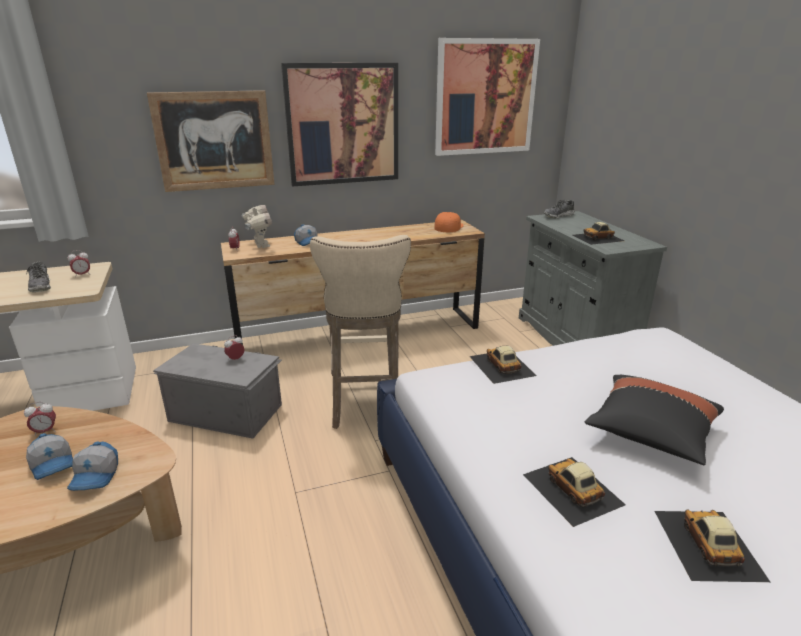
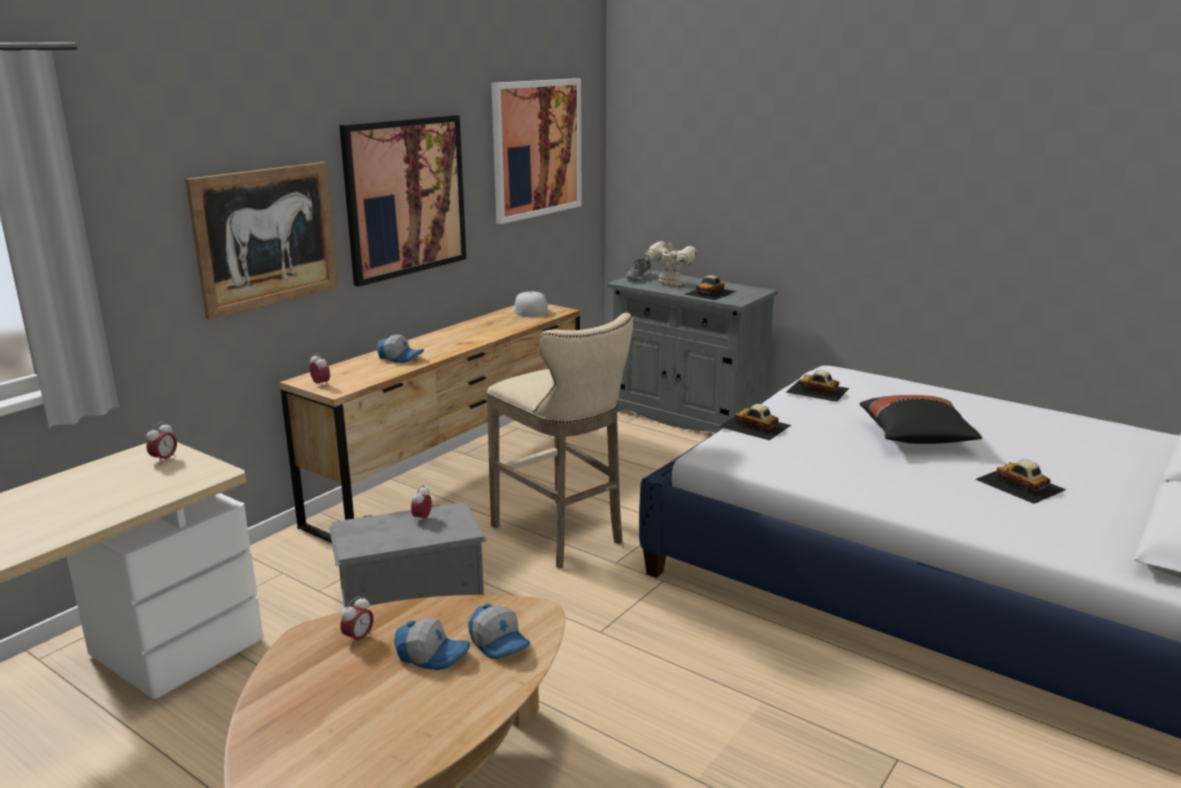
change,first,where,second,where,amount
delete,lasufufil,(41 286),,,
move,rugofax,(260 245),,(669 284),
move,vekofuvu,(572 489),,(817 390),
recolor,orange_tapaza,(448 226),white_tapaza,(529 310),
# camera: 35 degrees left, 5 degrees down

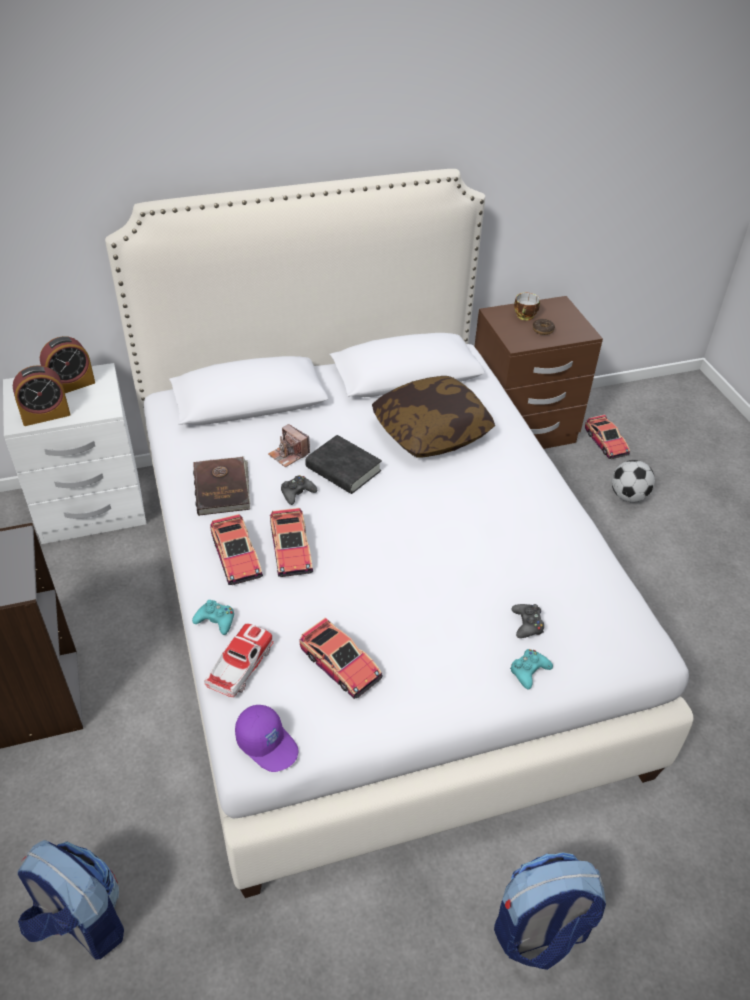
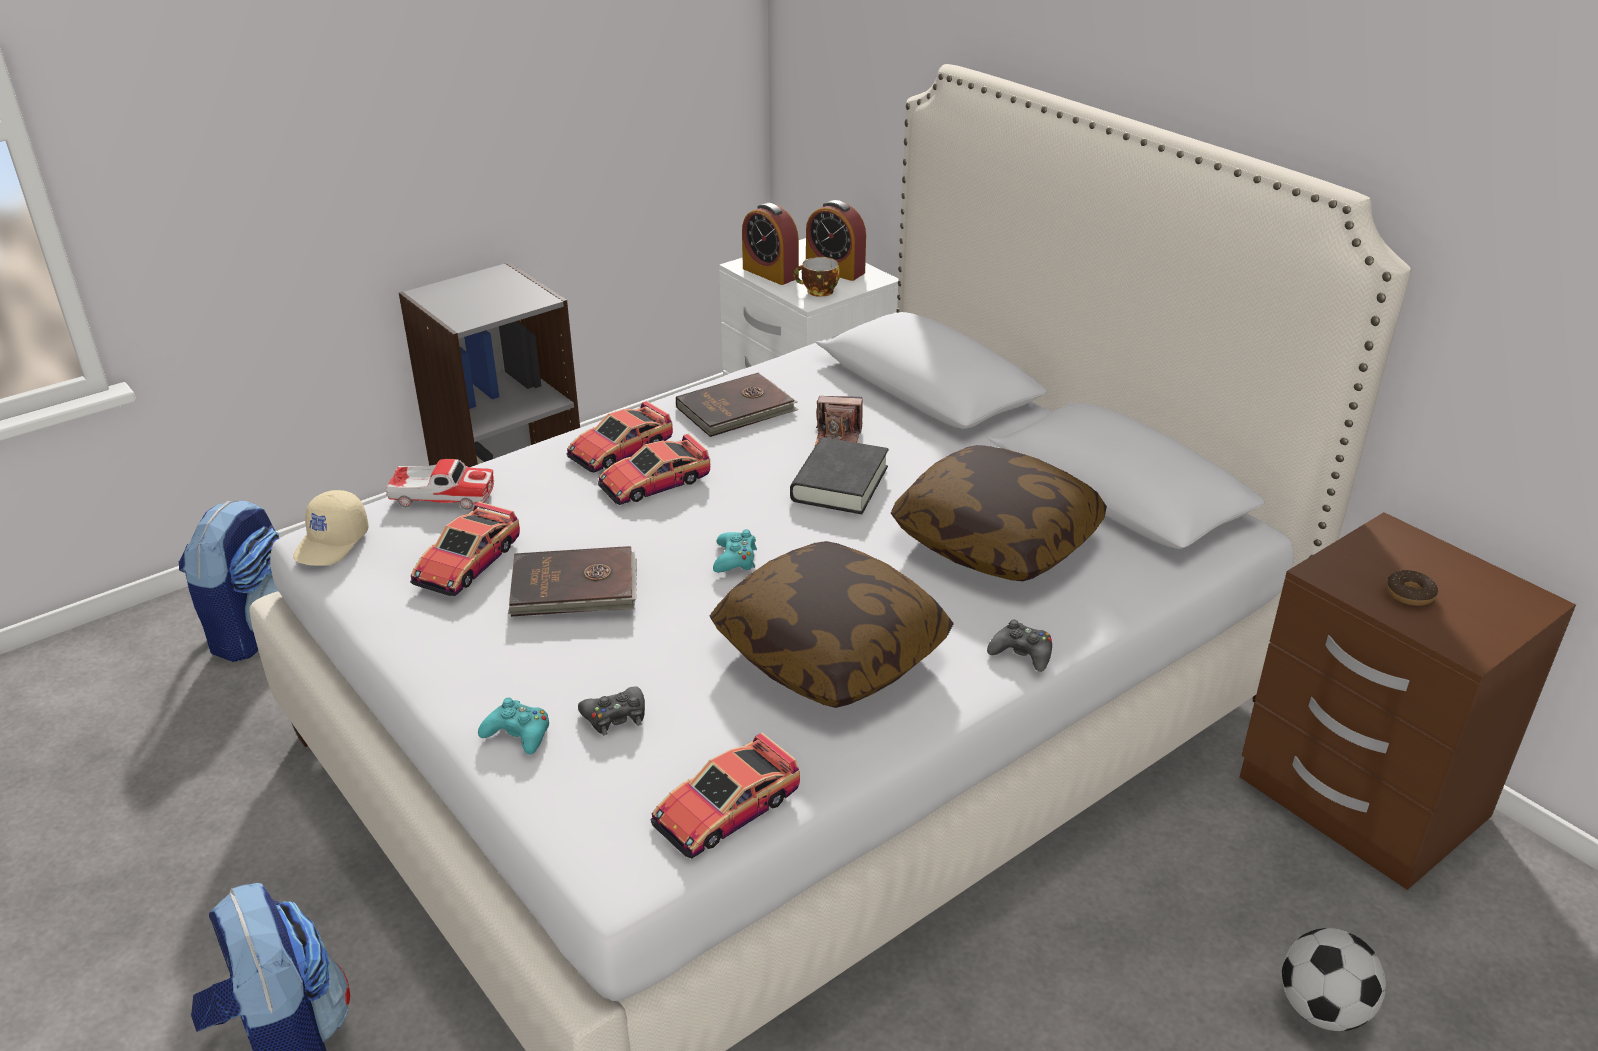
change,first,where,second,where,amount
insert,,,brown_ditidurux,(574 588),
insert,,,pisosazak,(831 652),
move,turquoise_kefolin,(216 620),,(735 559),
move,black_kefolin,(297 493),,(1022 653),
move,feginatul,(525 316),,(818 292),
move,vekofuvu,(606 442),,(725 808),
recolor,purple_tapaza,(268 743),beige_tapaza,(333 543),
rotate,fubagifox,(289 454),,(838 437),105 degrees counterclockwise
# camera: 70 degrees right, 10 degrees down

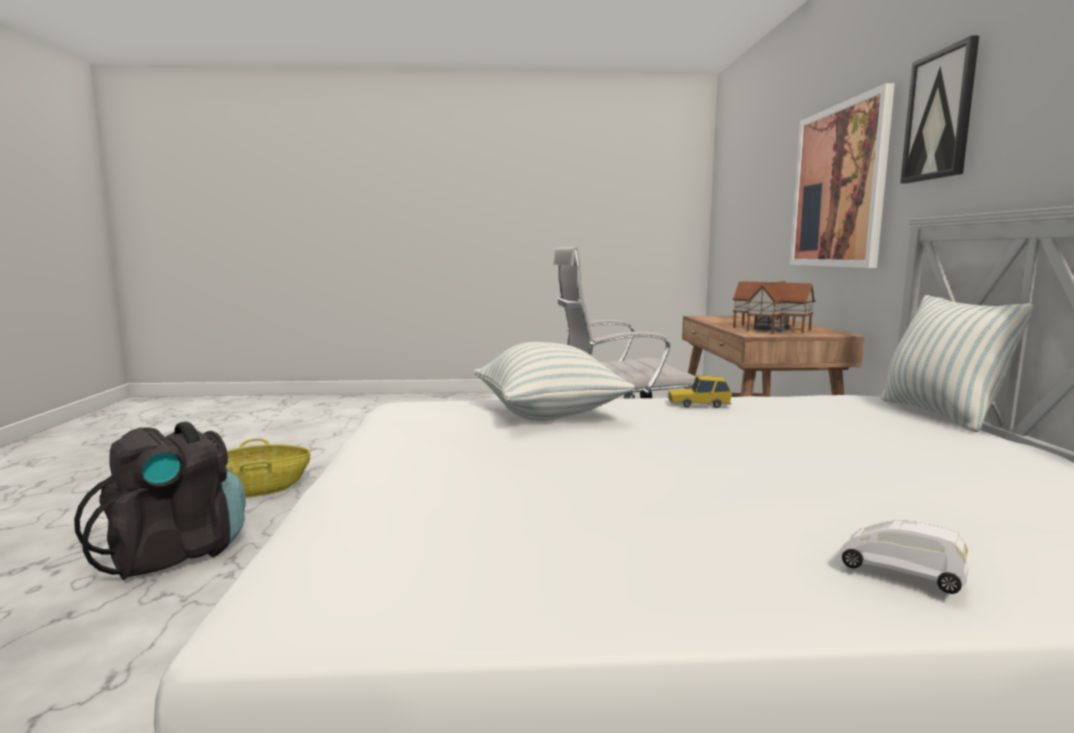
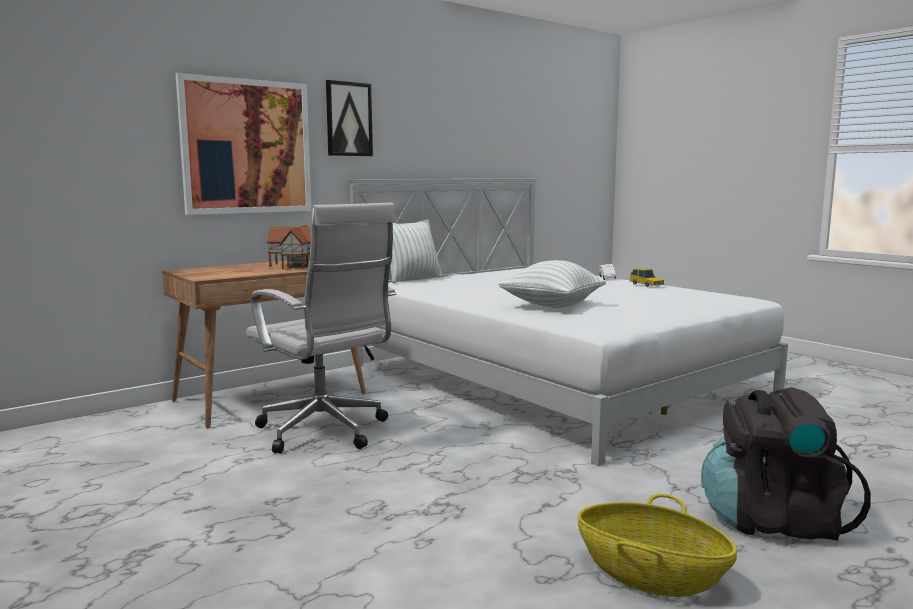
change,first,where,second,where,amount
move,vekofuvu,(698 404),,(646 285),
# camera: 125 degrees left, 0 degrees up

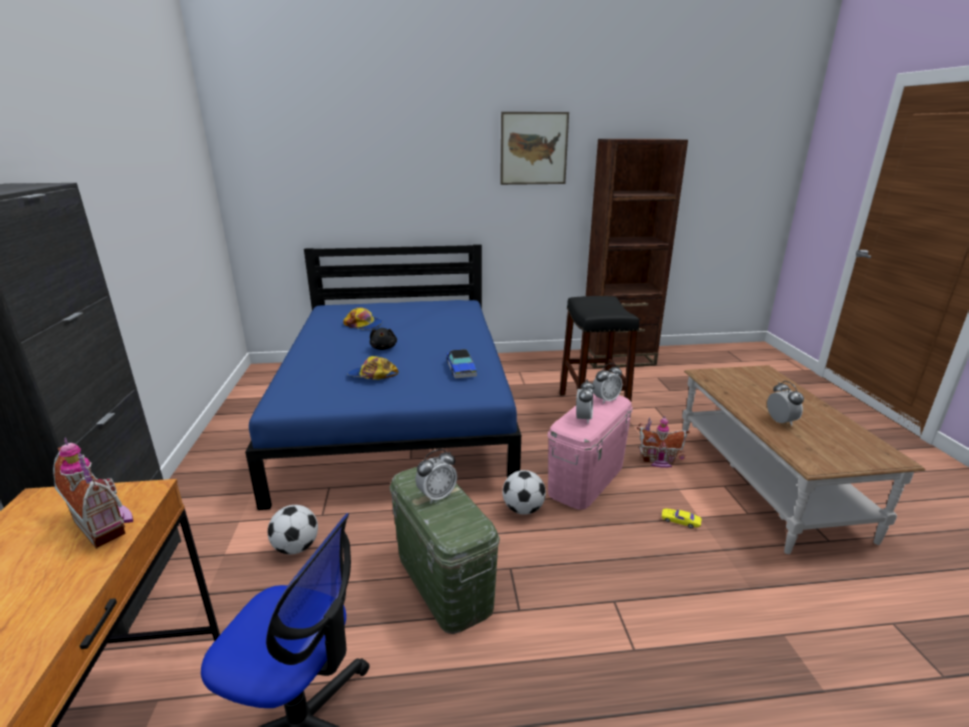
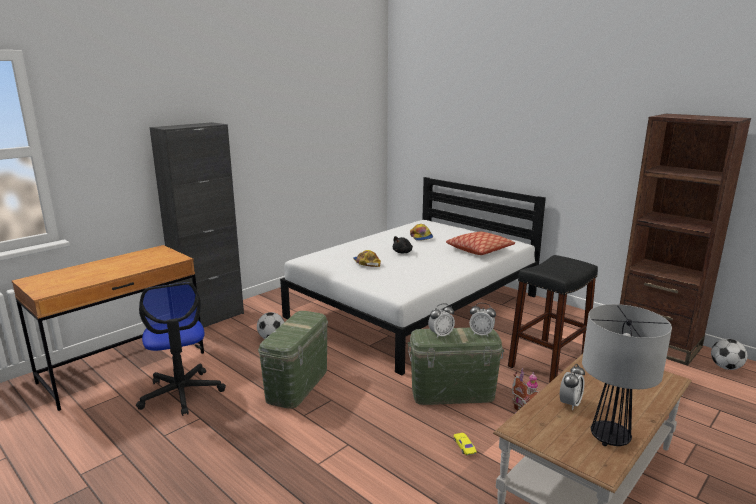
change,first,where,second,where,amount
delete,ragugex,(106 524),,,
delete,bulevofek,(437 496),,,
delete,vekofuvu,(461 369),,,
delete,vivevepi,(534 148),,,
insert,,,pisosazak,(479 250),
insert,,,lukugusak,(609 437),
move,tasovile,(523 509),,(725 367),
recolor,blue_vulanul,(398 412),white_vulanul,(415 306),
recolor,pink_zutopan,(586 479),green_zutopan,(453 393),
# camera: 50 degrees right, 5 degrees down

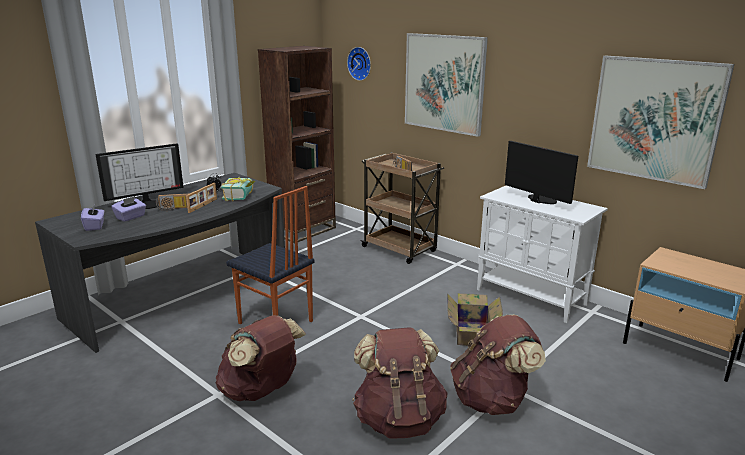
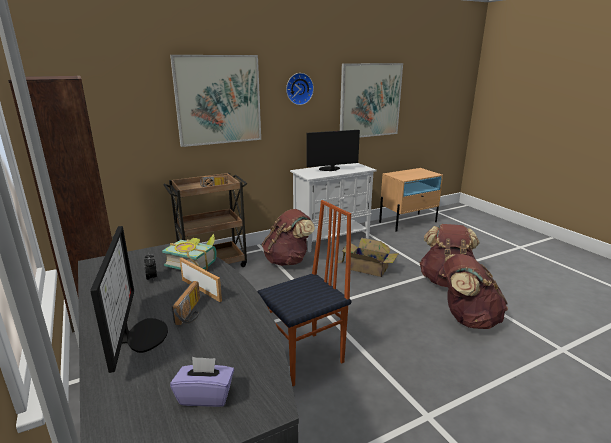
change,first,where,second,where,amount
delete,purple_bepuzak,(131 217),,,
move,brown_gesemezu,(261 391),,(288 261),
move,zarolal,(360 63),,(298 89),
# camera: 70 degrees left, 0 degrees up

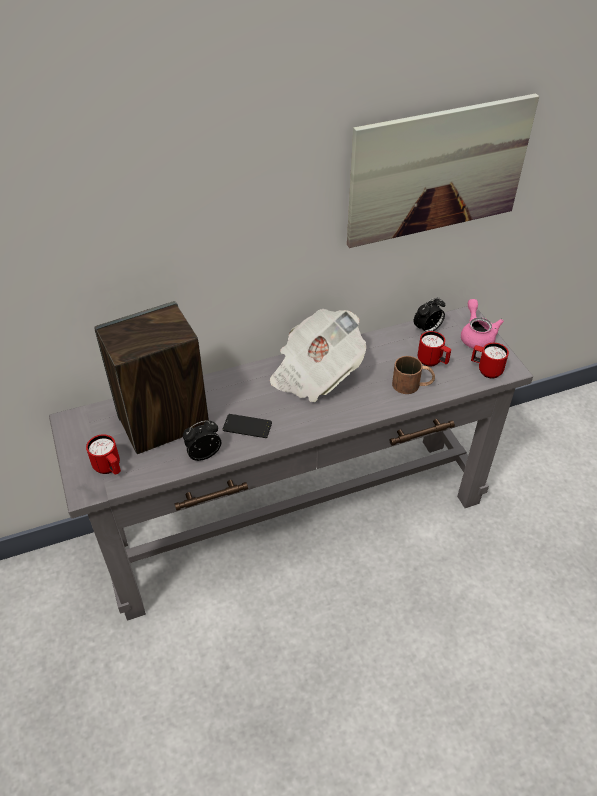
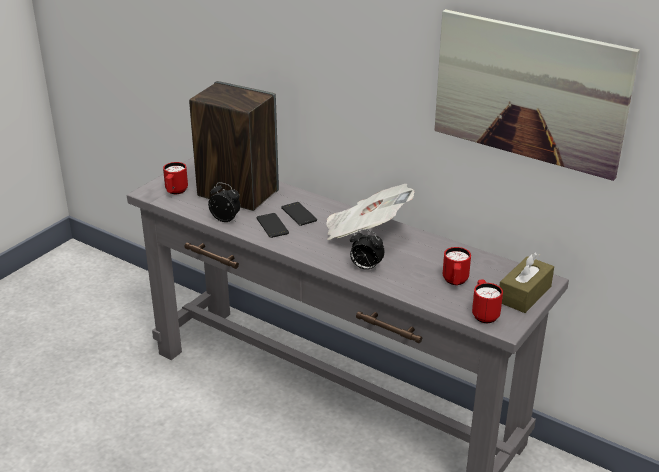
change,first,where,second,where,amount
delete,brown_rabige,(412 385),,,
insert,,,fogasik,(299 214),
move,bulevofek,(427 330),,(365 268),
replace,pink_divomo,(476 336),brown_bepuzak,(524 294),
# camera: 55 degrees right, 15 degrees down

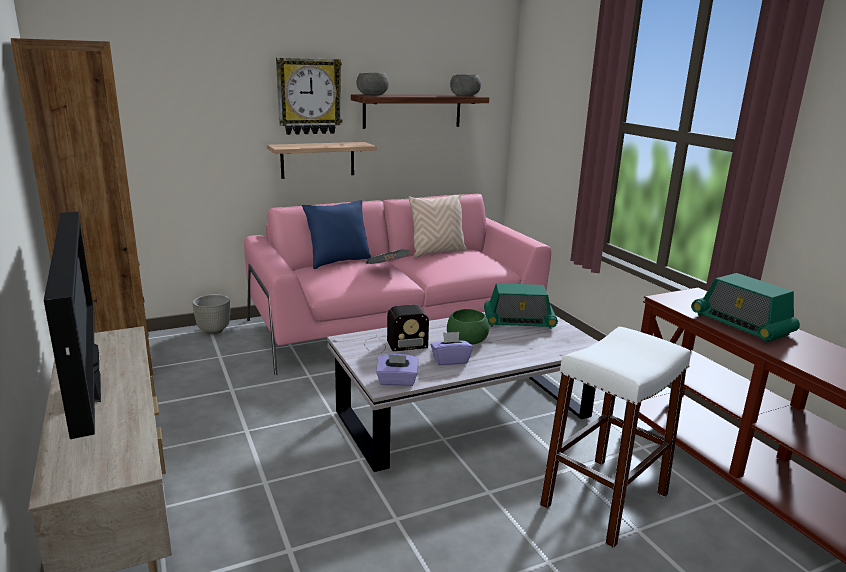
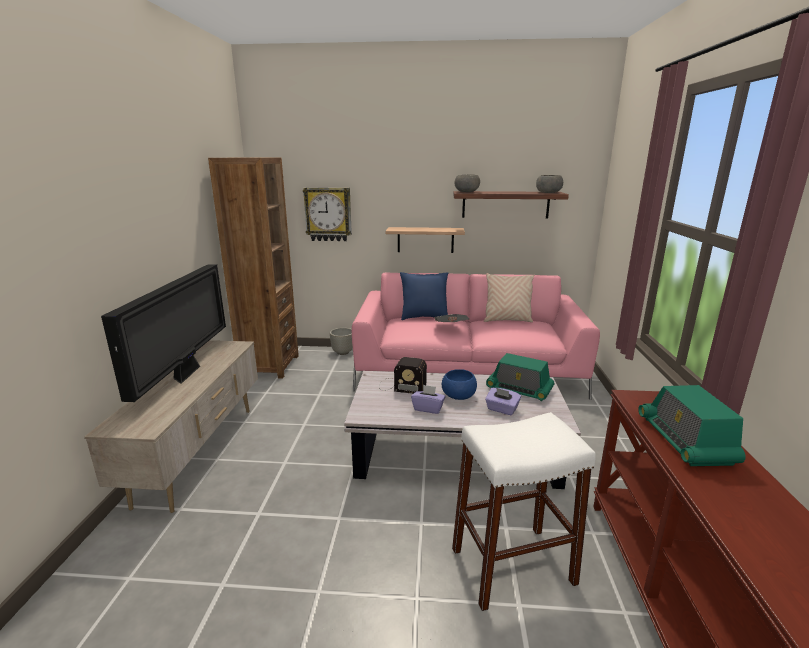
change,first,where,second,where,amount
move,zarolal,(309 96),,(328 214),
move,purple_bepuzak,(397 381),,(501 409),
recolor,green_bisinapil,(466 340),blue_bisinapil,(458 395),
# camera: 30 degrees right, 0 degrees up

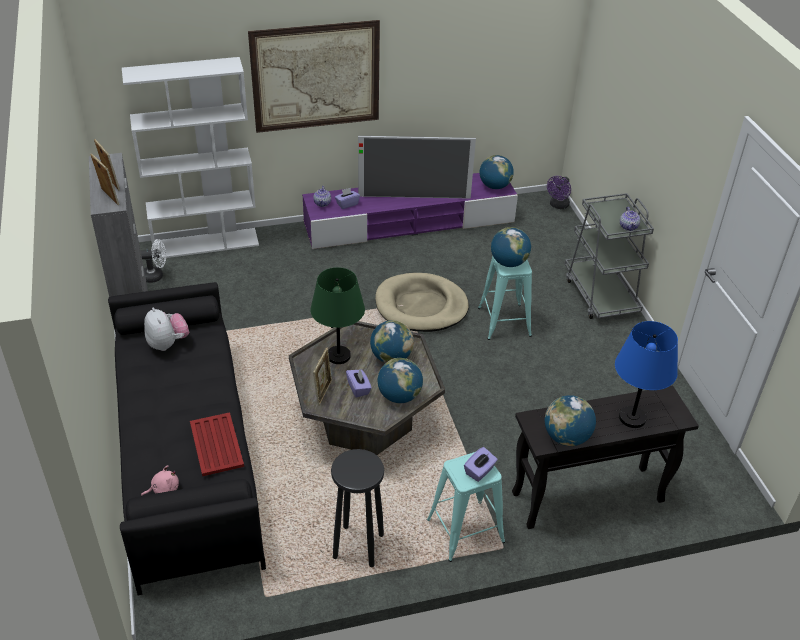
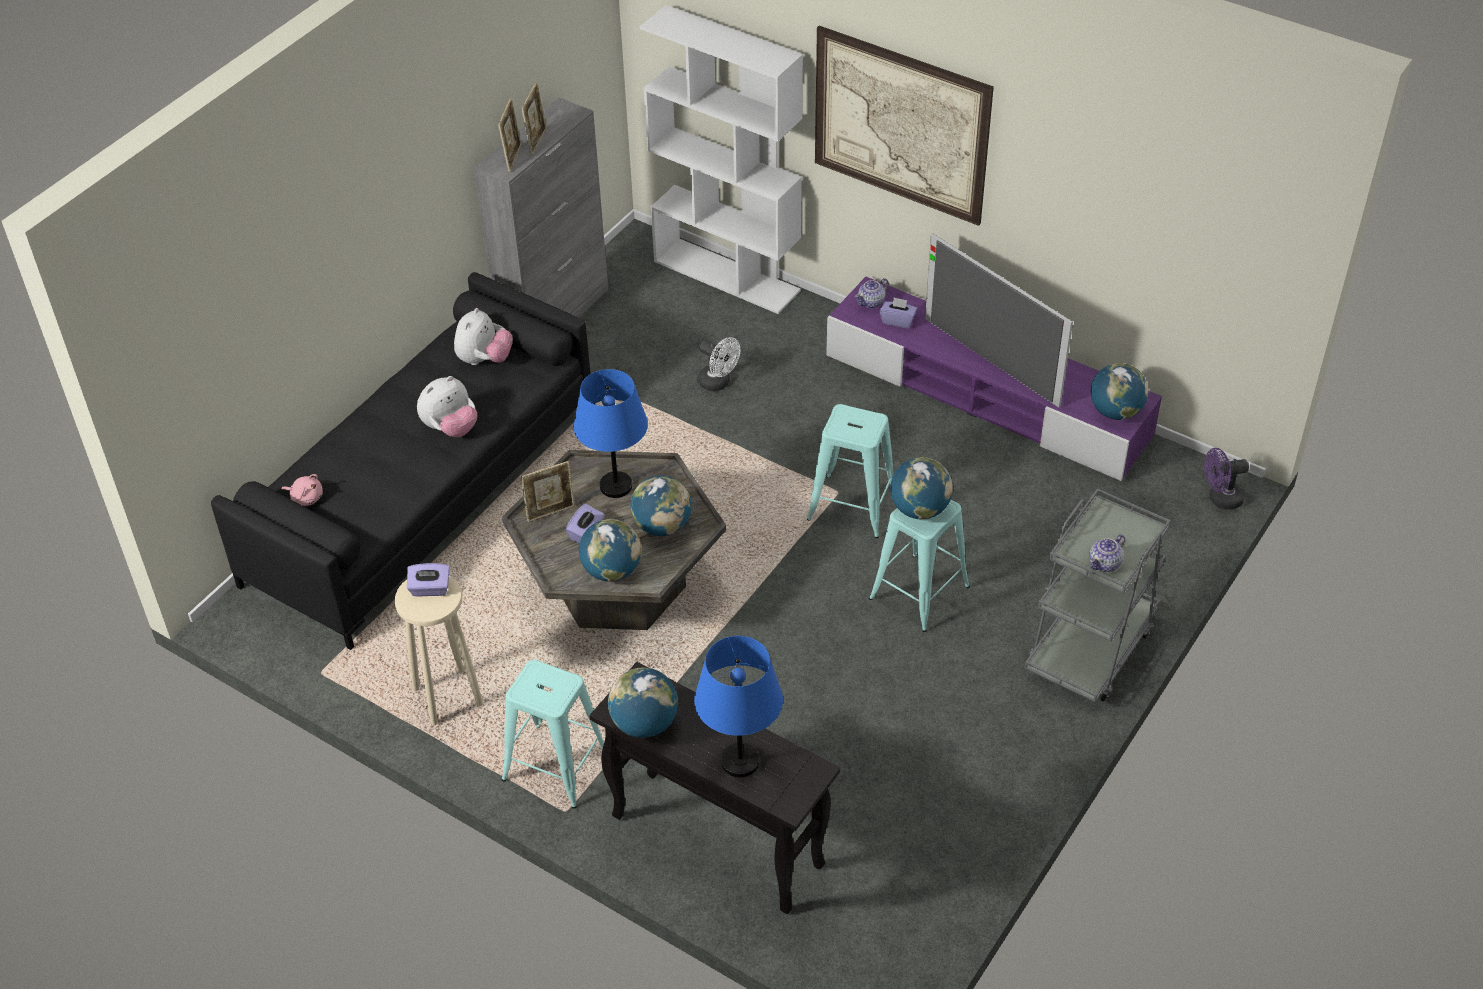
change,first,where,second,where,amount
delete,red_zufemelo,(216 444),,,
insert,,,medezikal,(450 428),
move,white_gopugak,(156 276),,(718 383),
move,purple_bepuzak,(479 471),,(430 589),
replace,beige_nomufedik,(421 306),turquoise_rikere,(852 506),
recolor,green_lukugusak,(338 355),blue_lukugusak,(616 486),
recolor,black_rikere,(357 546),beige_rikere,(447 696),
# camera: 50 degrees right, 5 degrees up

